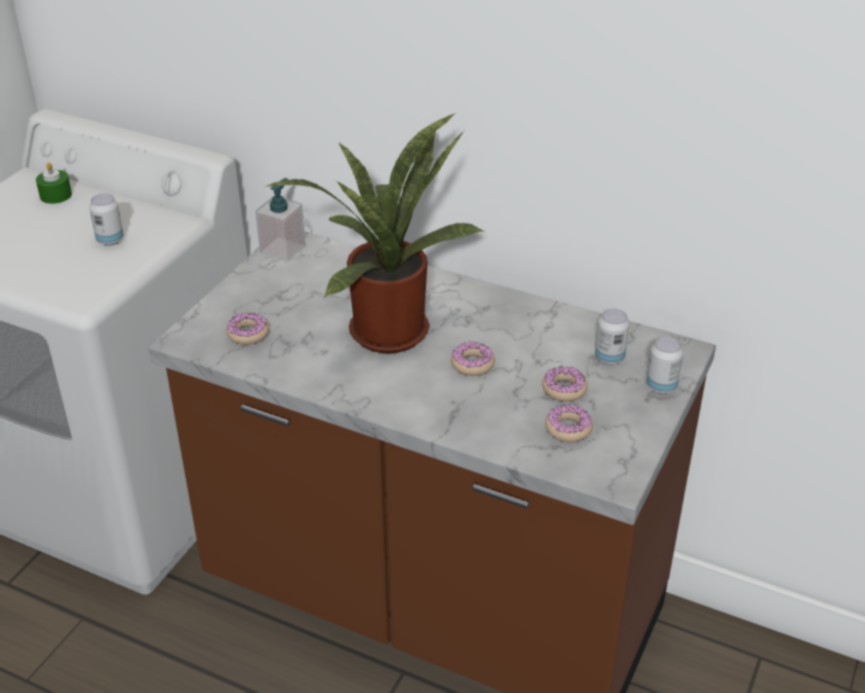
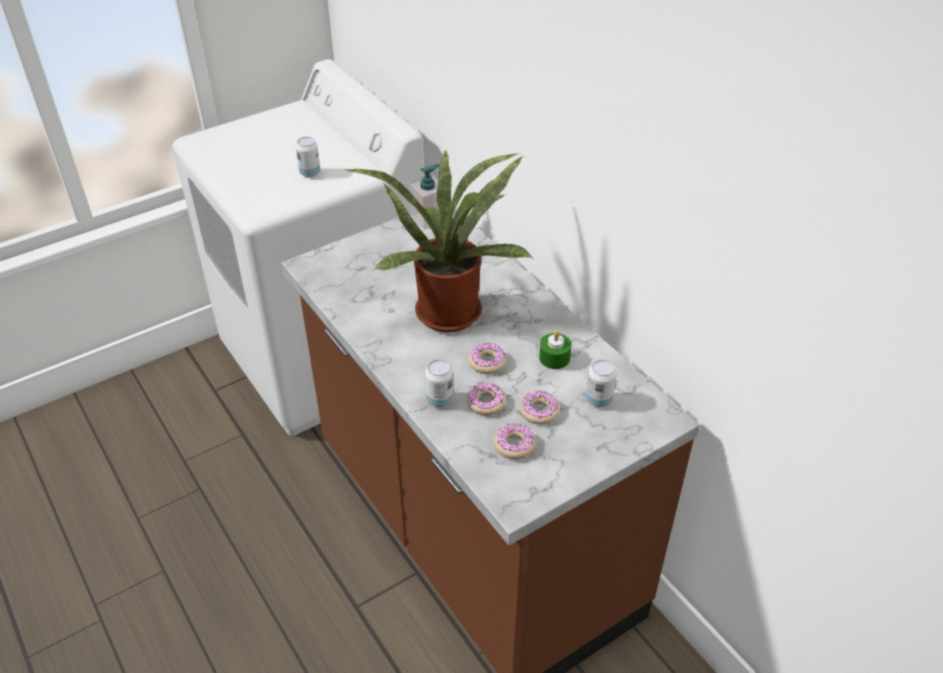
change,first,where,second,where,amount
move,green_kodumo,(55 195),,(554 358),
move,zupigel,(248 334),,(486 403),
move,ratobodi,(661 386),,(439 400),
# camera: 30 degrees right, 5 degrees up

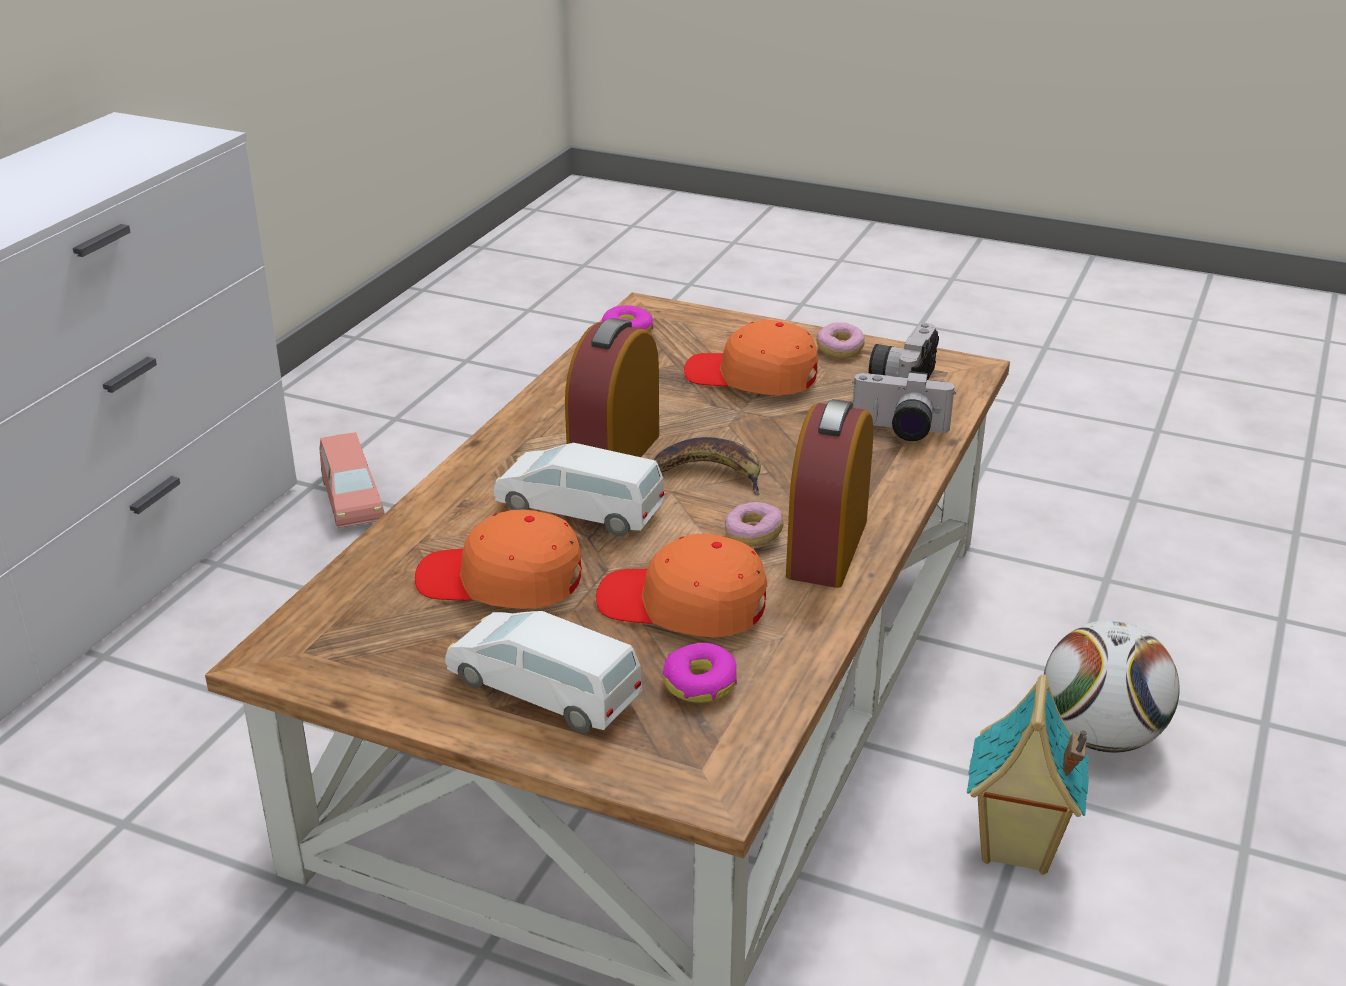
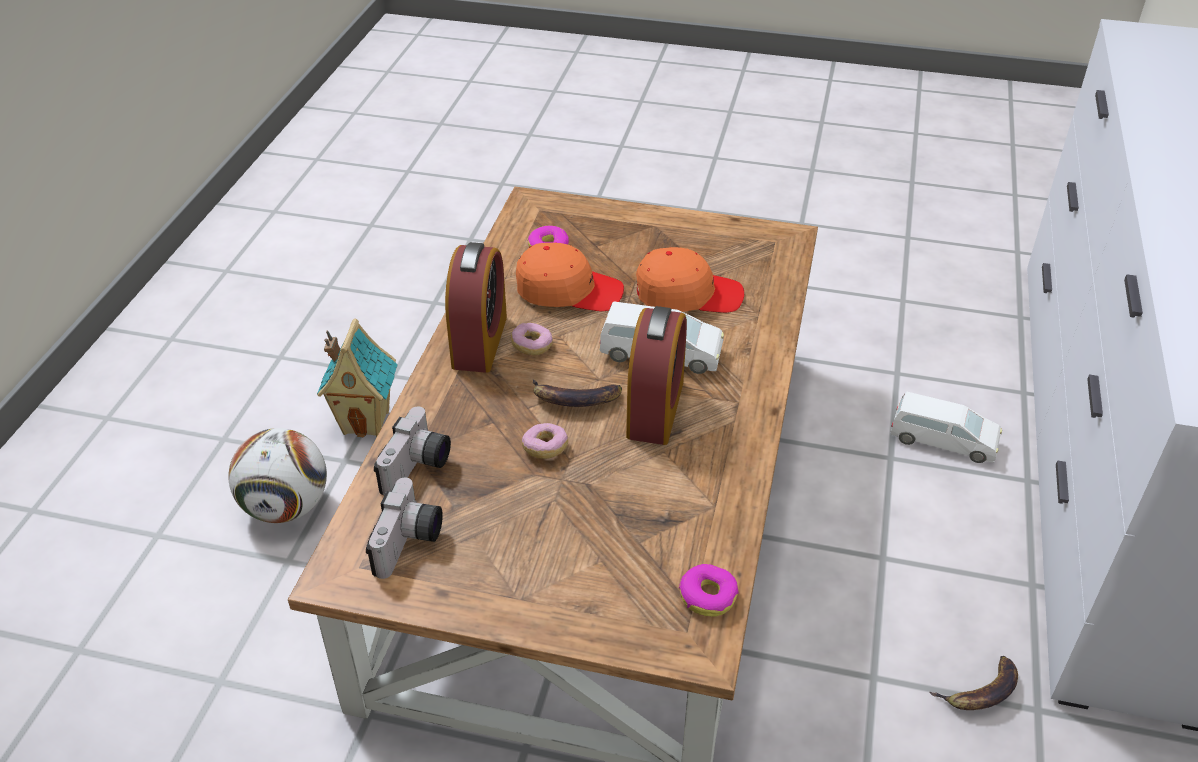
change,first,where,second,where,amount
delete,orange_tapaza,(752 377),,,
move,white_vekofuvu,(545 690),,(943 441),
move,zupigel,(839 350),,(545 448),
replace,pink_vekofuvu,(352 500),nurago,(981 691),
rotate,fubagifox,(899 431),,(418 469),105 degrees clockwise
# camera: 170 degrees right, 10 degrees up

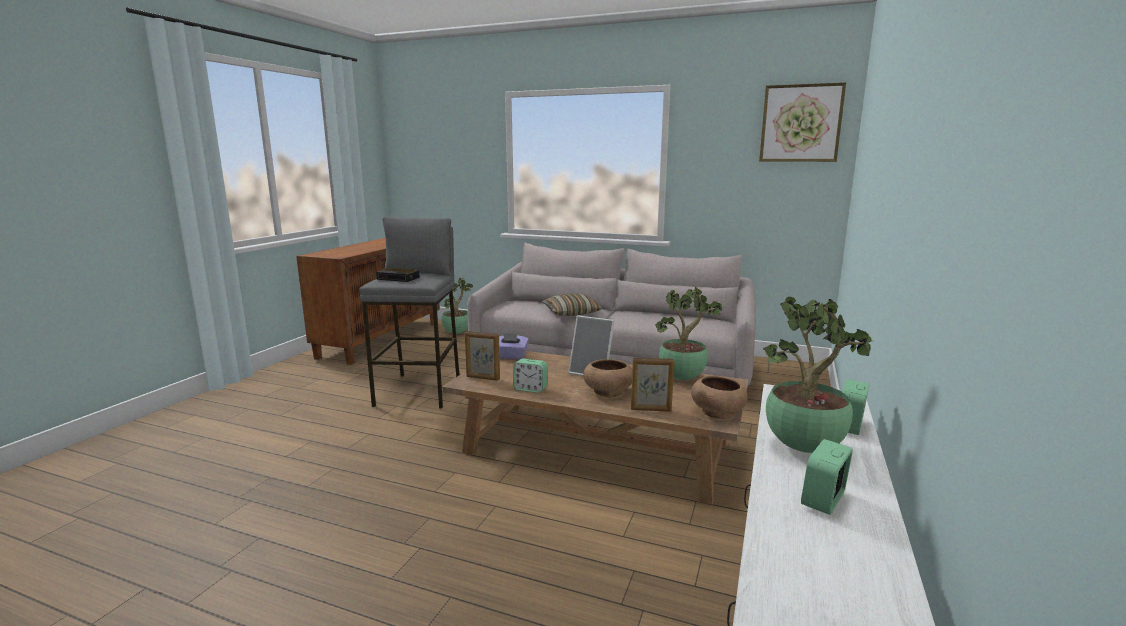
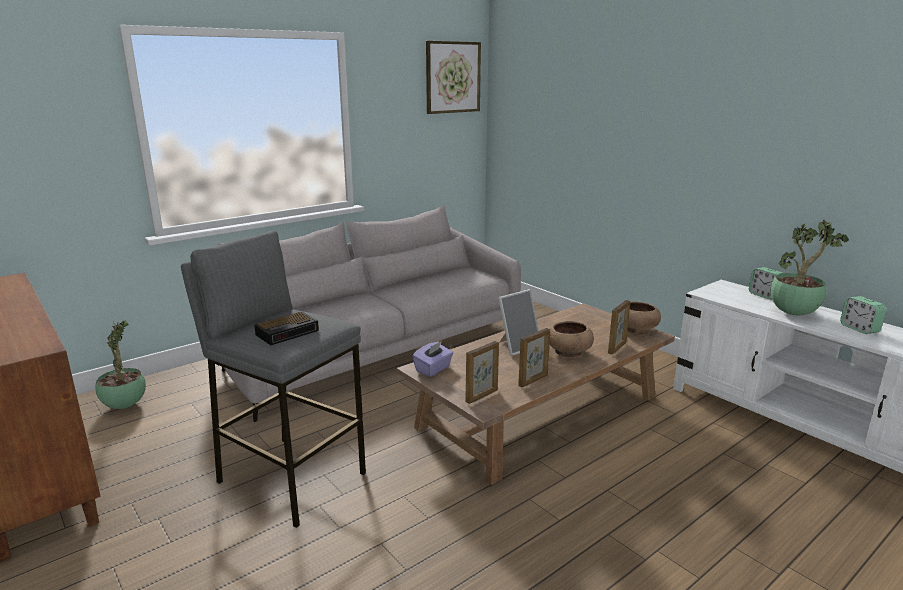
change,first,where,second,where,amount
delete,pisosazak,(571 313),,,
delete,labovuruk,(683 378),,,
replace,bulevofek,(530 389),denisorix,(533 380),
# camera: 60 degrees left, 5 degrees up

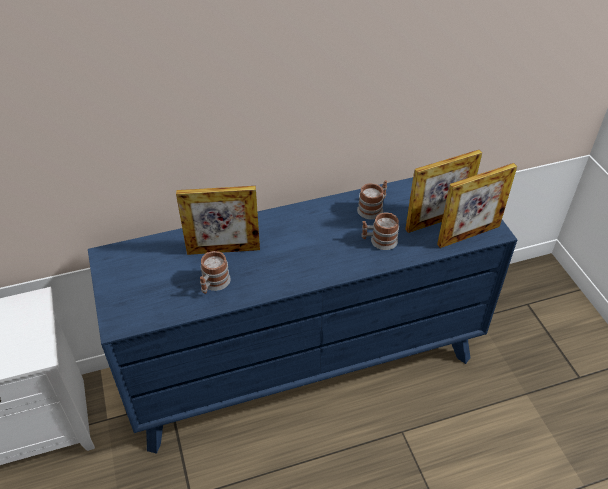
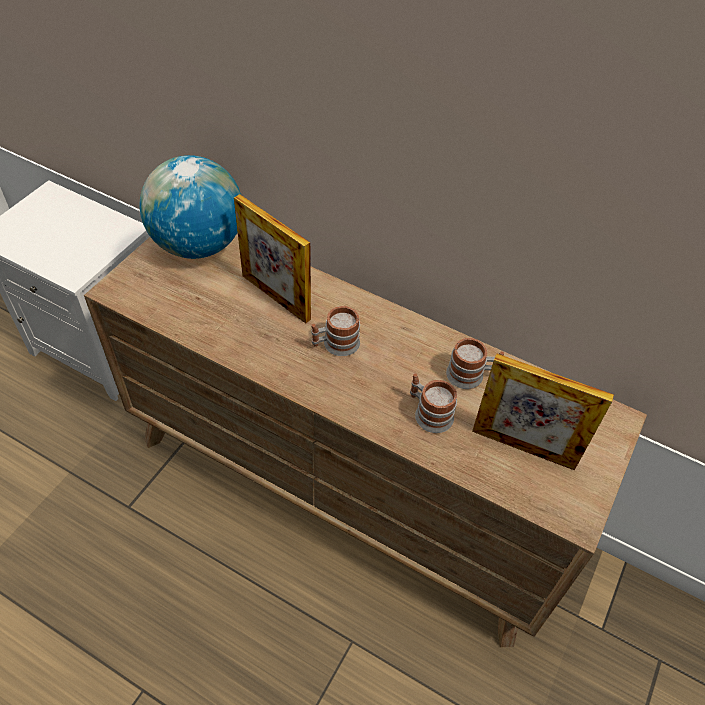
change,first,where,second,where,amount
delete,denisorix,(468 235),,,
insert,,,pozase,(198 245),
move,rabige,(213 284),,(335 344),
recolor,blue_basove,(304 364),brown_basove,(345 489),
# camera: 45 degrees right, 5 degrees up

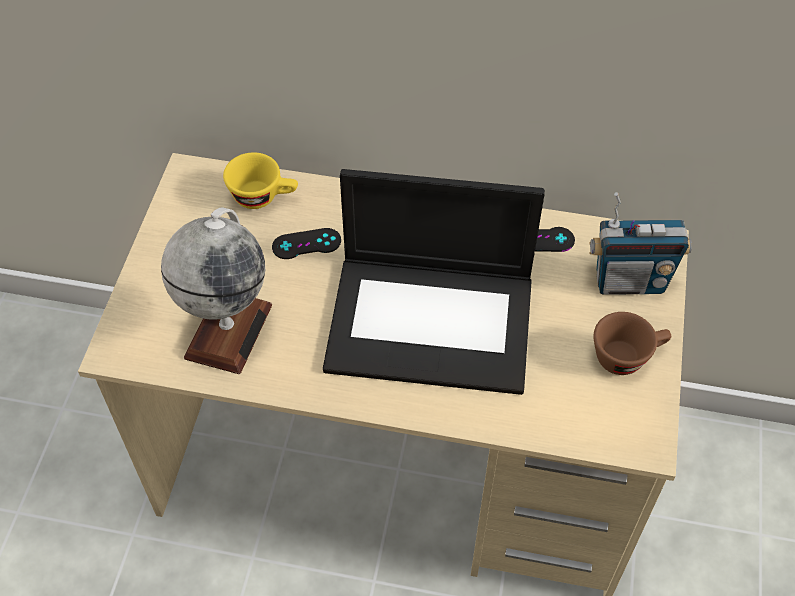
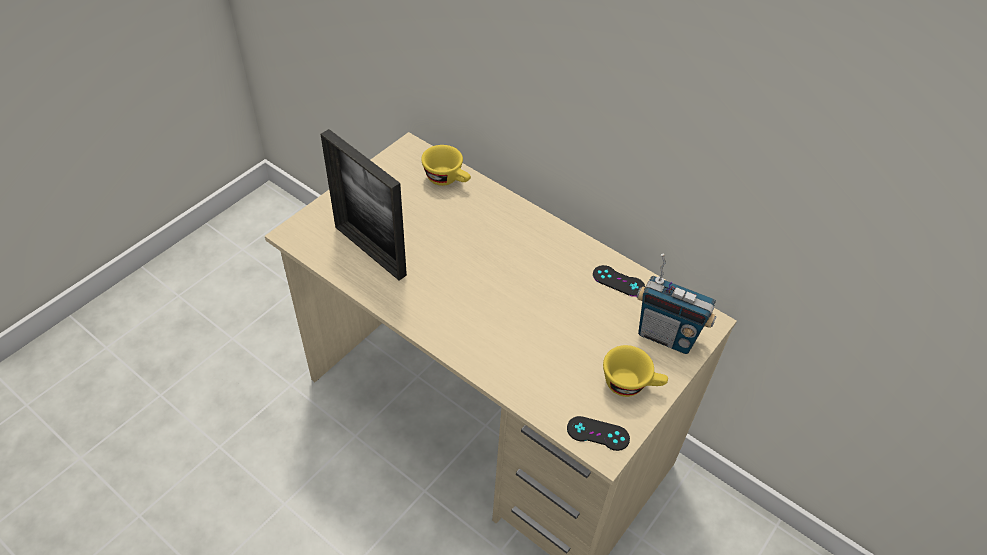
change,first,where,second,where,amount
delete,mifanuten,(433 322),,,
move,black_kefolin,(306 244),,(598 433),
replace,pozase,(228 330),denisorix,(370 250),
recolor,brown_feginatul,(627 355),yellow_feginatul,(631 384),
# camera: 25 degrees right, 5 degrees down

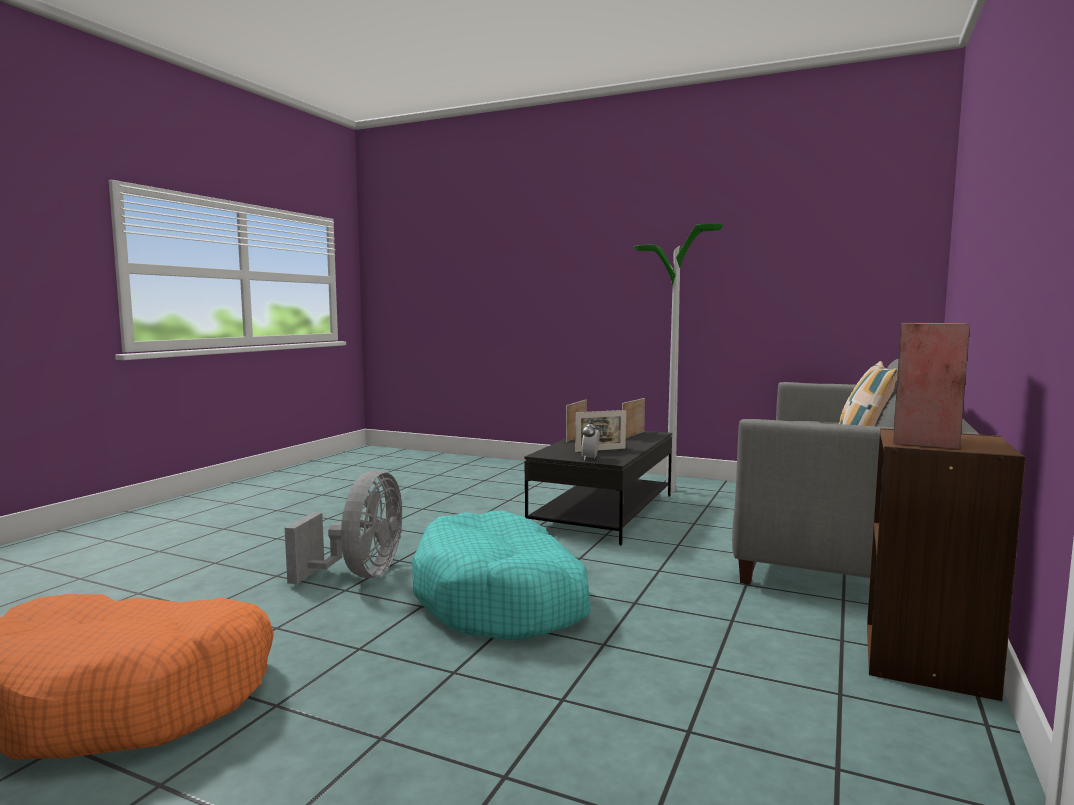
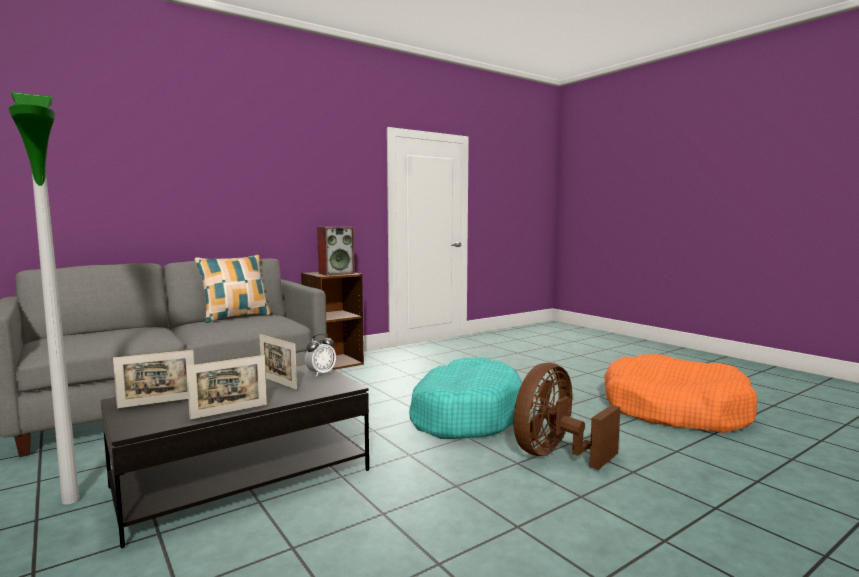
change,first,where,second,where,amount
recolor,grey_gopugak,(360 574),brown_gopugak,(555 455),
rotate,denisorix,(600 450),,(278 382),150 degrees counterclockwise
# camera: 150 degrees left, 0 degrees up

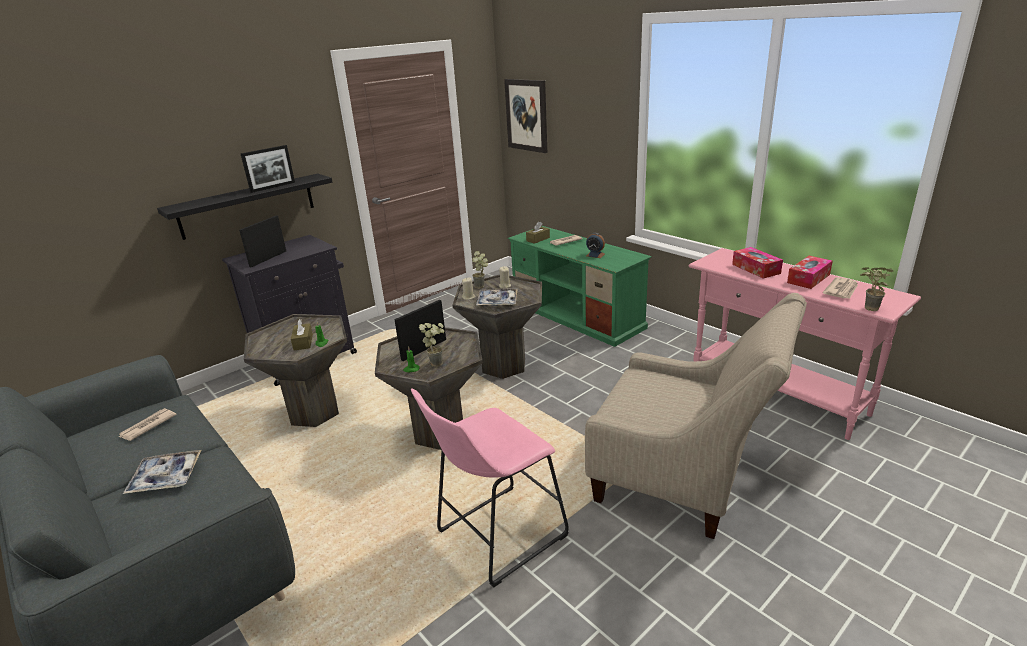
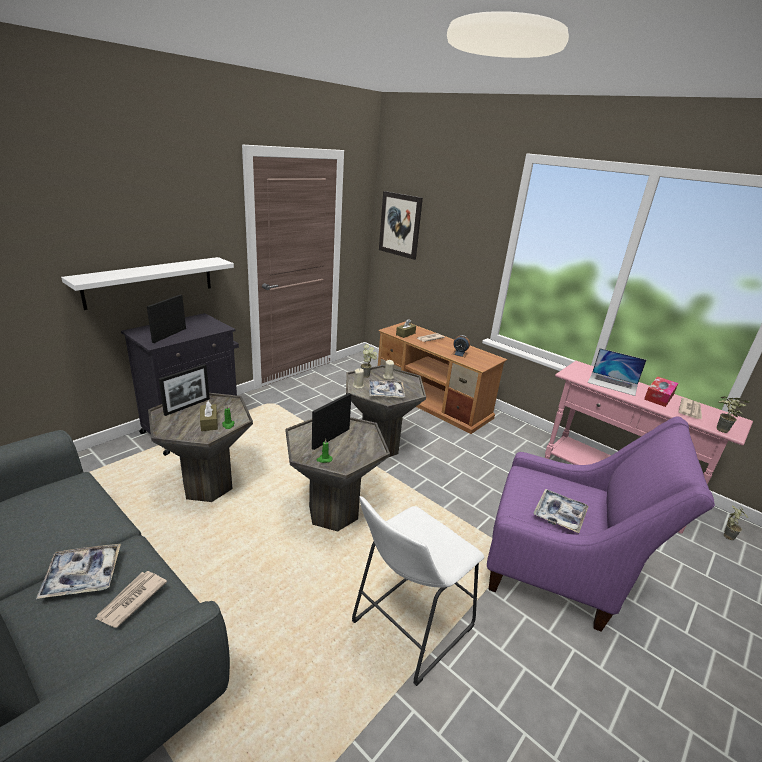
change,first,where,second,where,amount
insert,,,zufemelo,(559 515),
move,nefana,(147 426),,(131 600),
move,denisorix,(273 187),,(187 406),
move,labovuruk,(437 362),,(726 534),
replace,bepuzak,(756 269),mifanuten,(613 383),
recolor,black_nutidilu,(247 206),white_nutidilu,(150 282),
recolor,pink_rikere,(496 537),white_rikere,(407 628),
recolor,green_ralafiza,(577 315),brown_ralafiza,(432 401),
recolor,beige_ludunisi,(684 480),purple_ludunisi,(560 569),
# camera: 10 degrees left, 0 degrees up

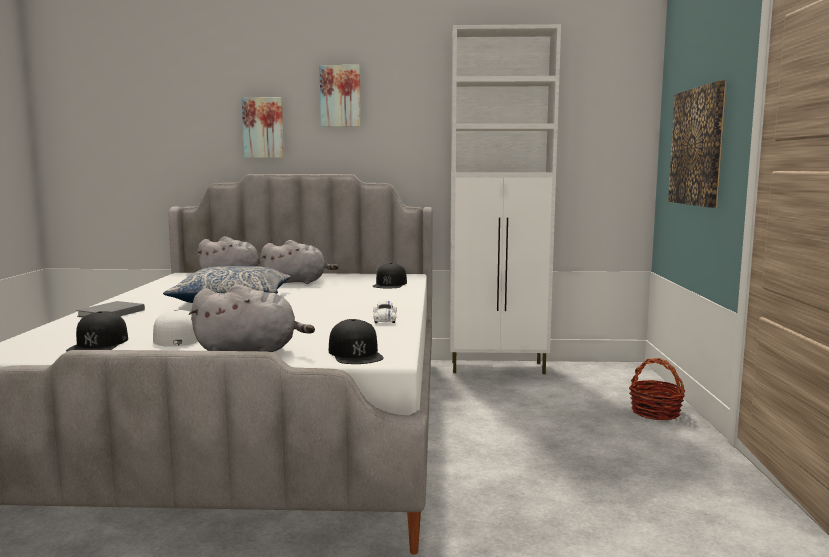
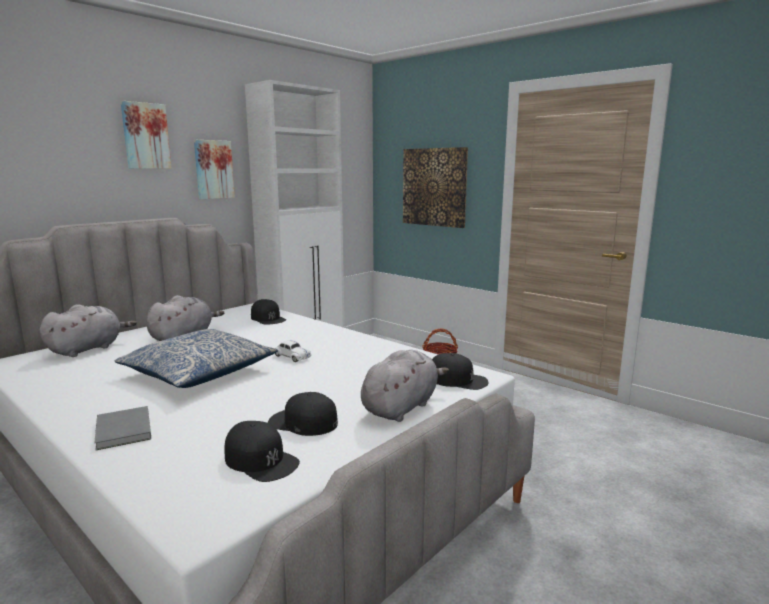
change,first,where,second,where,amount
move,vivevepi,(263 127),,(213 169),
move,white_vekofuvu,(385 319),,(292 357),
recolor,white_tapaza,(177 337),black_tapaza,(303 422),
# camera: 50 degrees left, 5 degrees up

